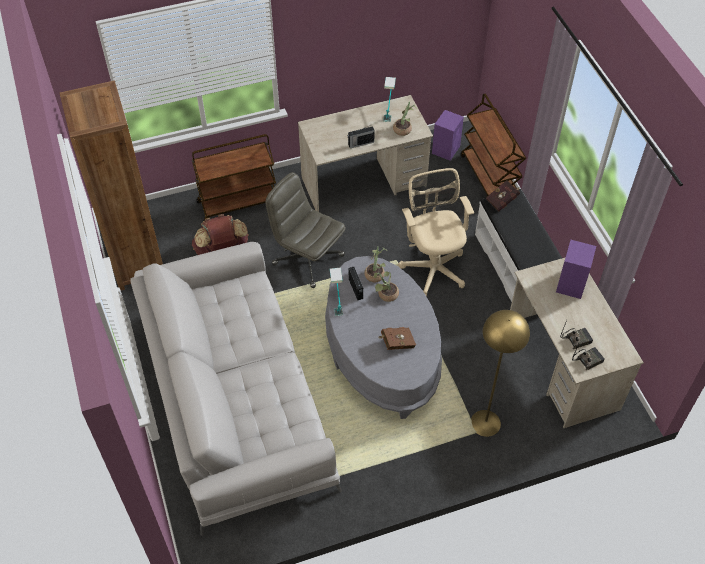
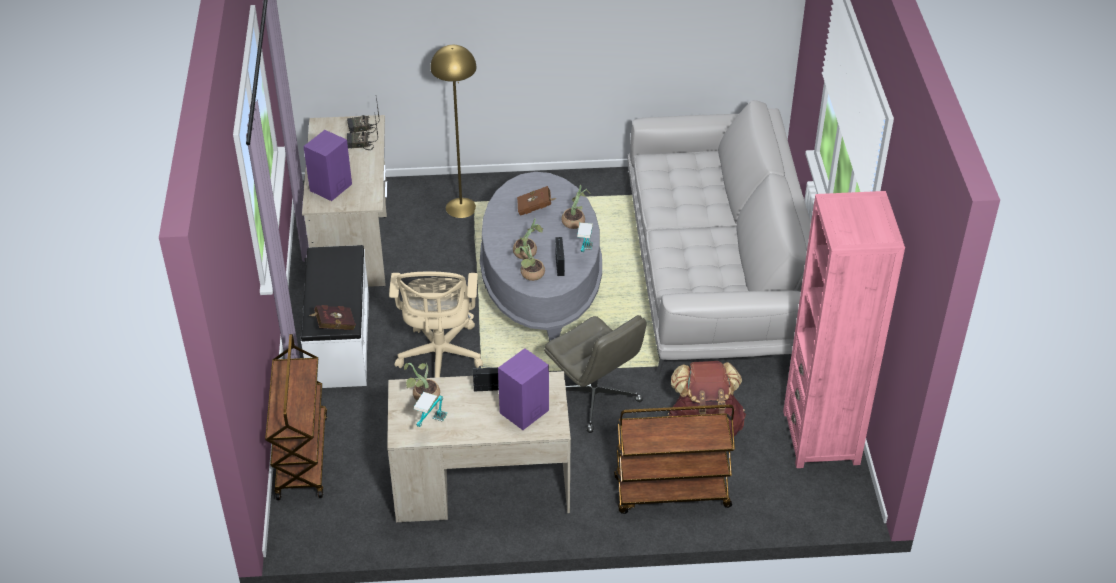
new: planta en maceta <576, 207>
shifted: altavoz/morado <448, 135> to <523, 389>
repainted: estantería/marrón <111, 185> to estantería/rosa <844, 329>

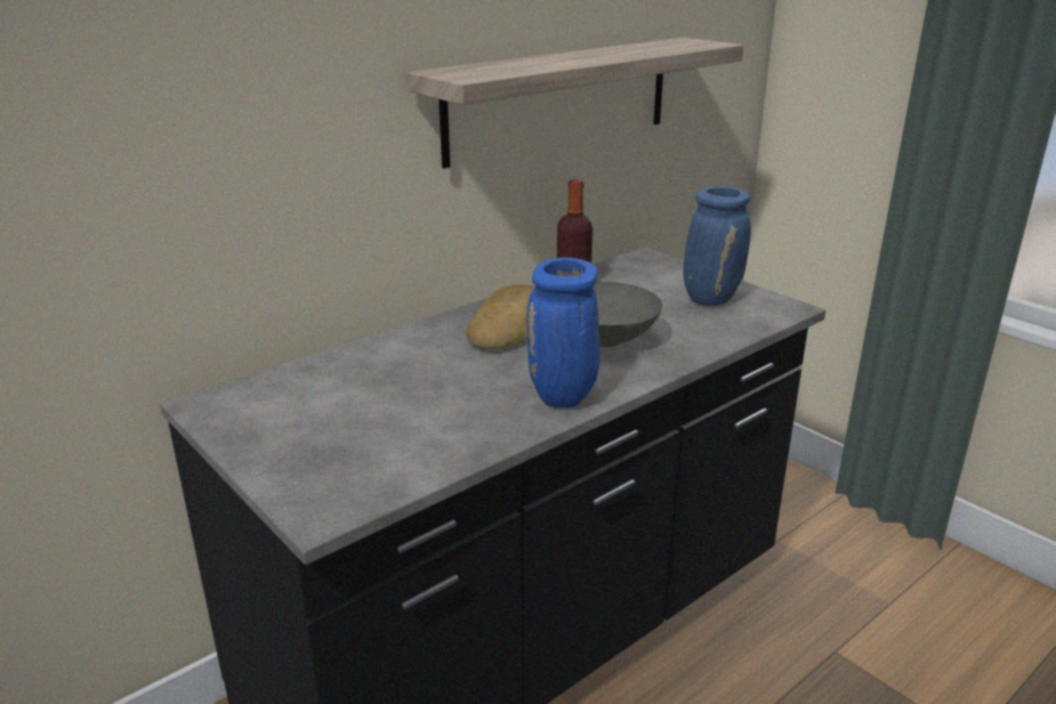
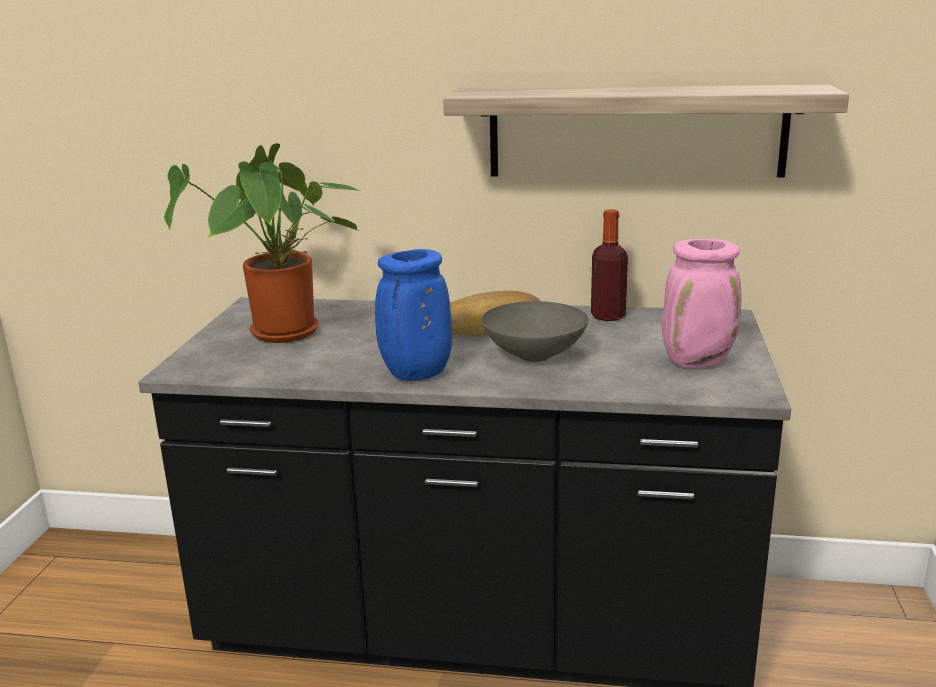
new: planta en maceta <262, 243>
repainted: florero/azul <717, 246> to florero/rosa <701, 303>

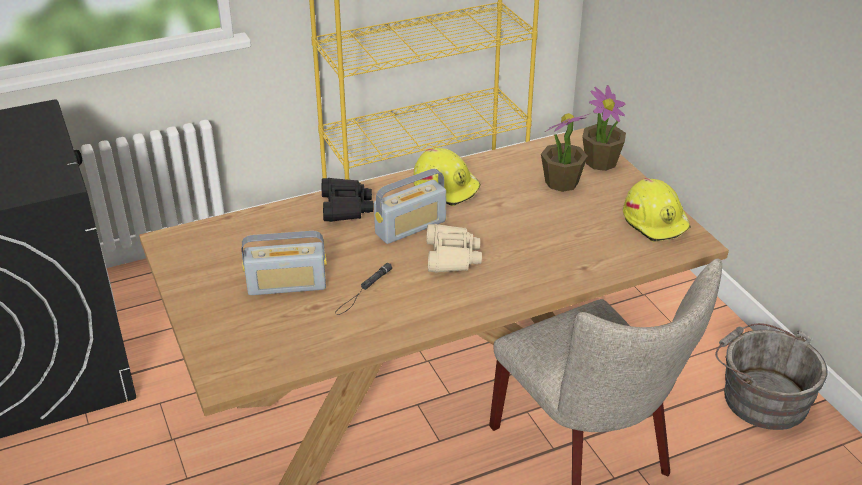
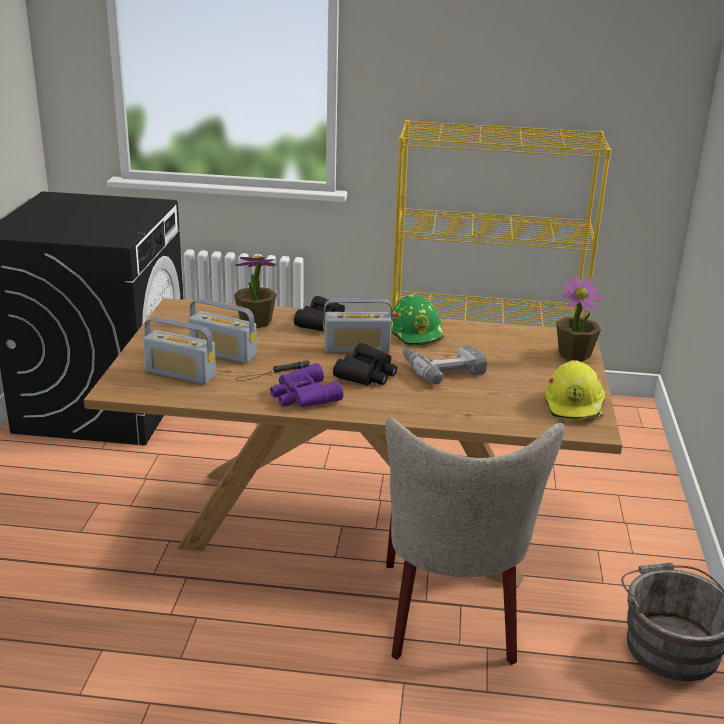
new: radio <179, 350>; taladro <445, 364>; prismáticos/morado <306, 385>
shifted: planta en maceta <565, 152> to <255, 291>
repainted: casco/amarillo <446, 177> to casco/verde <418, 320>; prismáticos/beis <454, 248> to prismáticos/negro <365, 364>

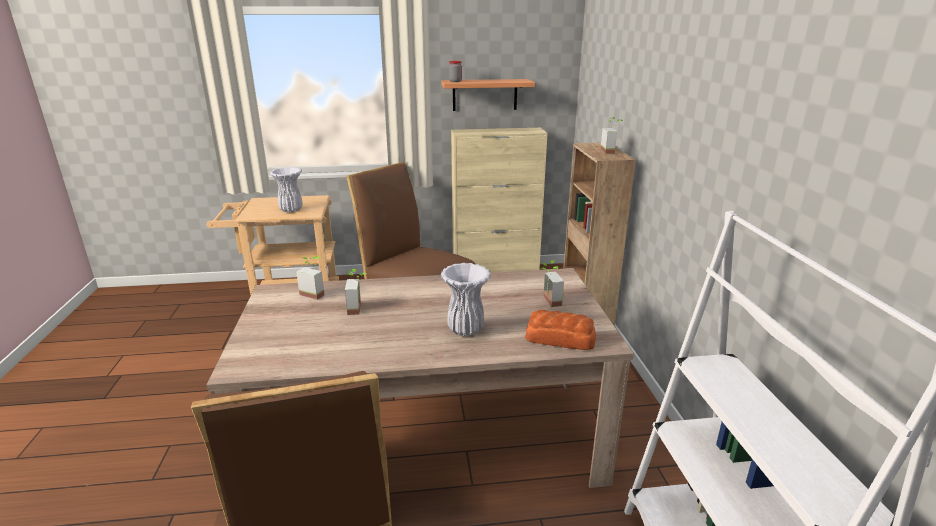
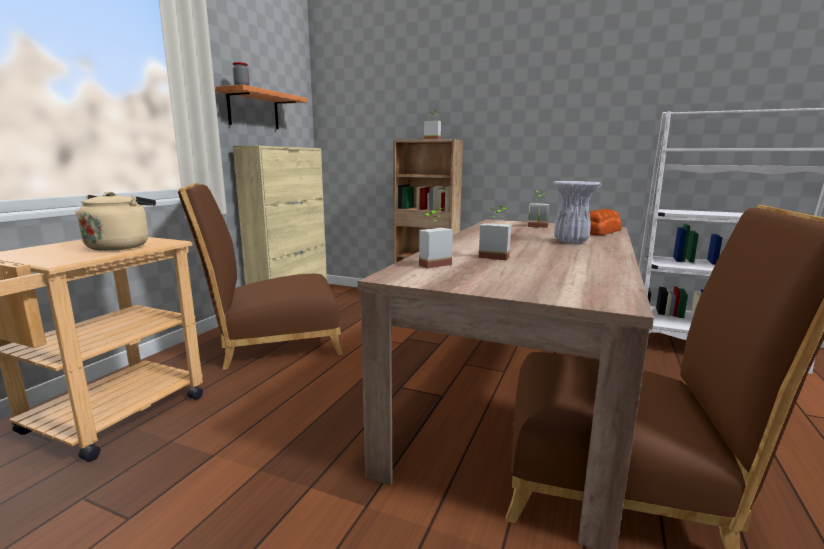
swapped: florero/blanco <286, 189> to hervidor/beis <115, 221>

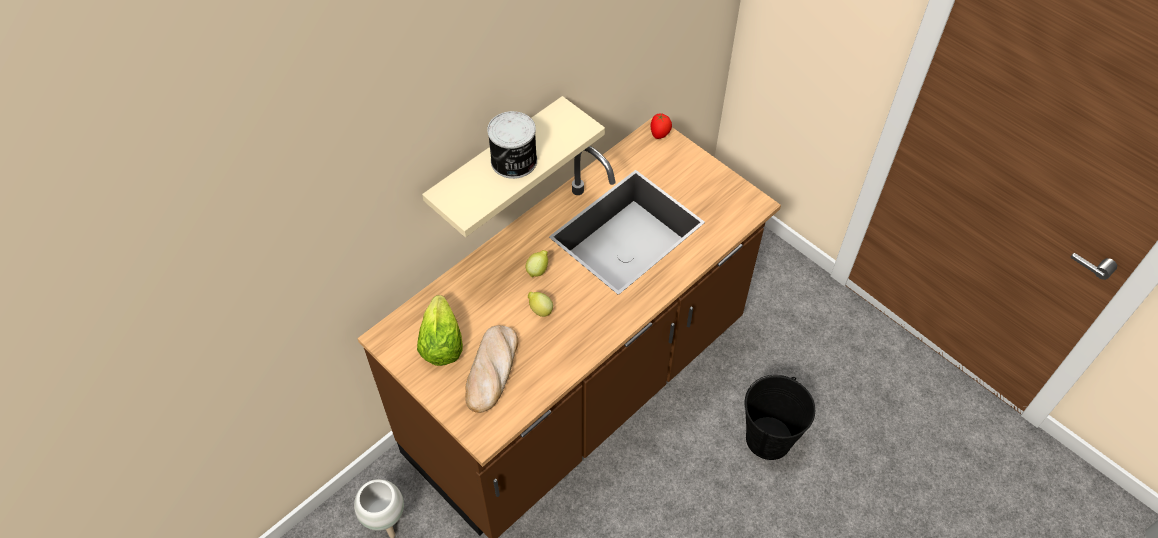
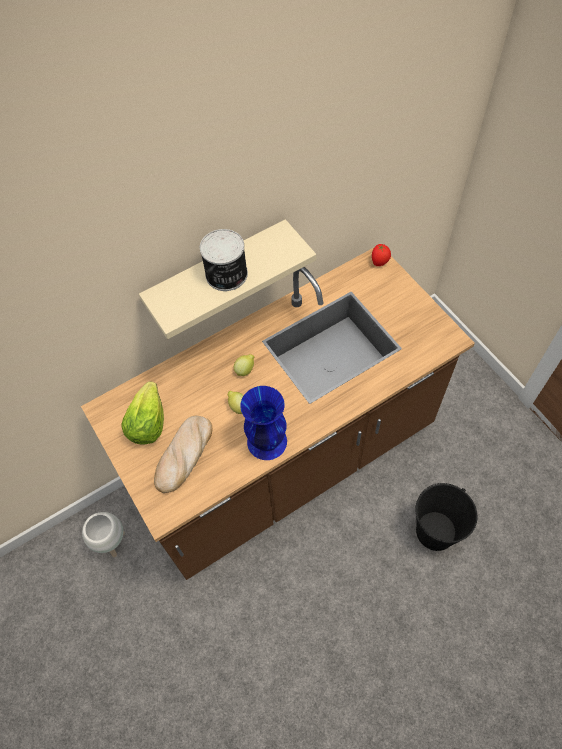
new: florero/azul <263, 423>

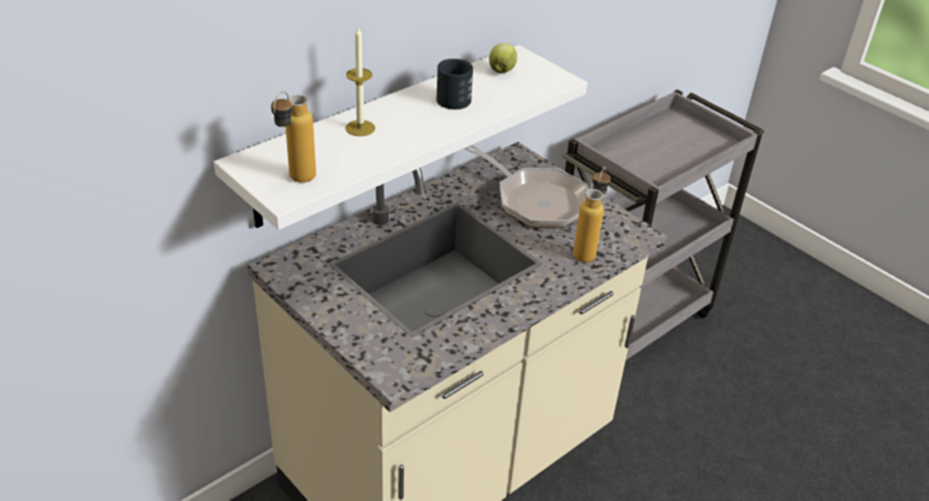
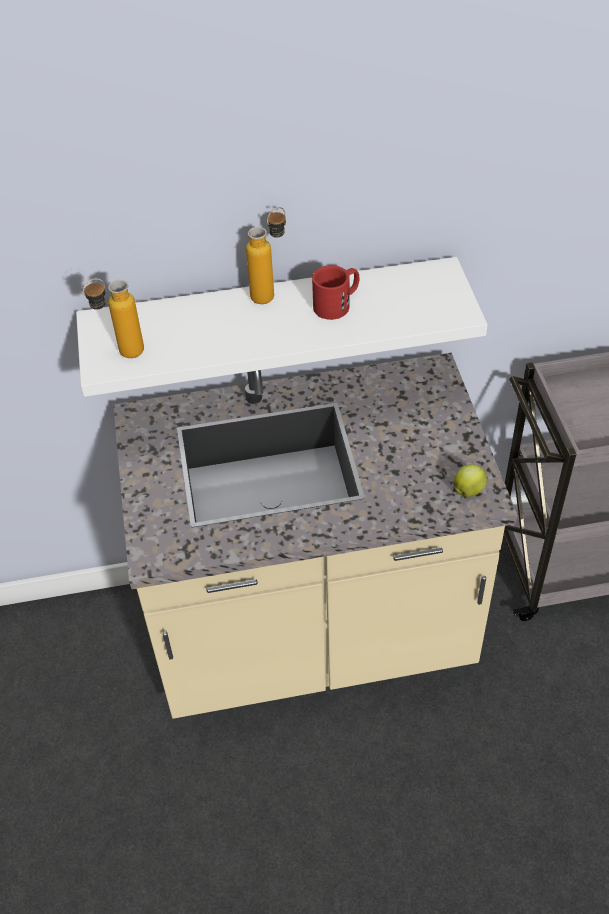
gone: vela <360, 81>; sartén <526, 186>
shifted: manzana <503, 58> to <470, 480>; botella <592, 214> to <266, 255>
repainted: taza grande/negro <455, 84> to taza grande/rojo <335, 292>

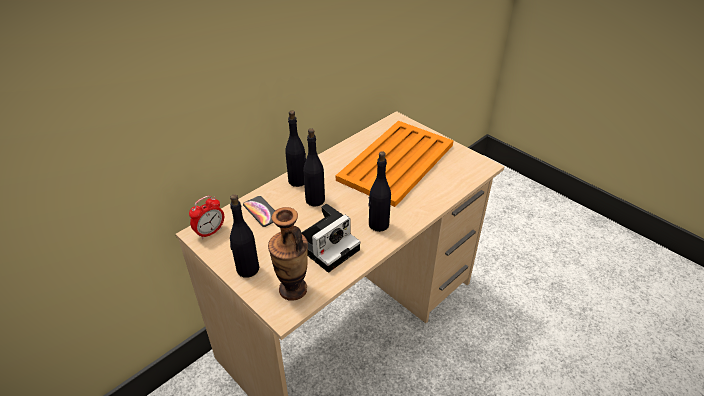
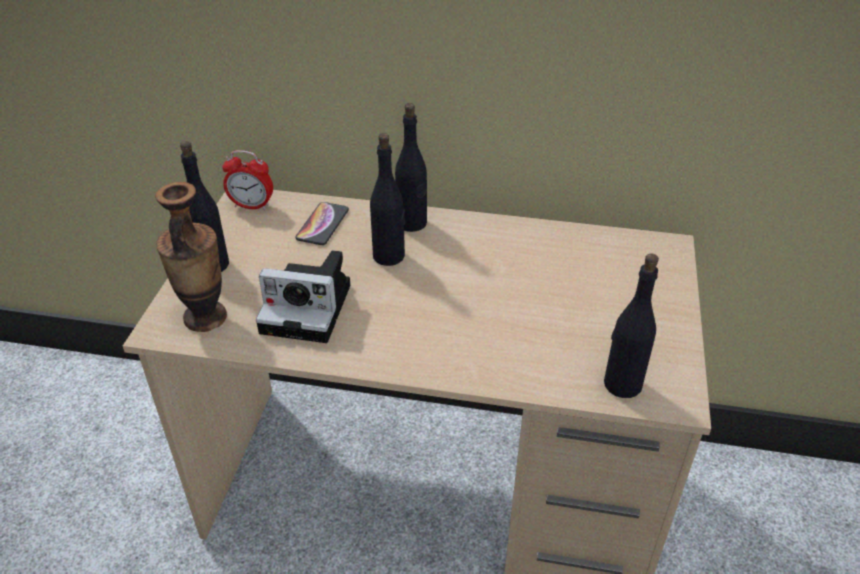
gone: bandeja/naranja <395, 164>
shifted: botella/negro <379, 192> to <631, 325>

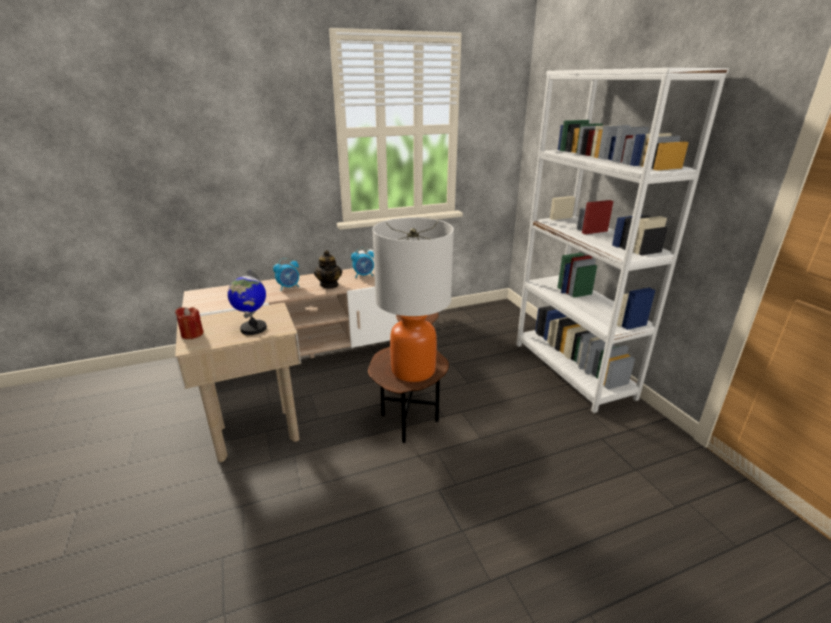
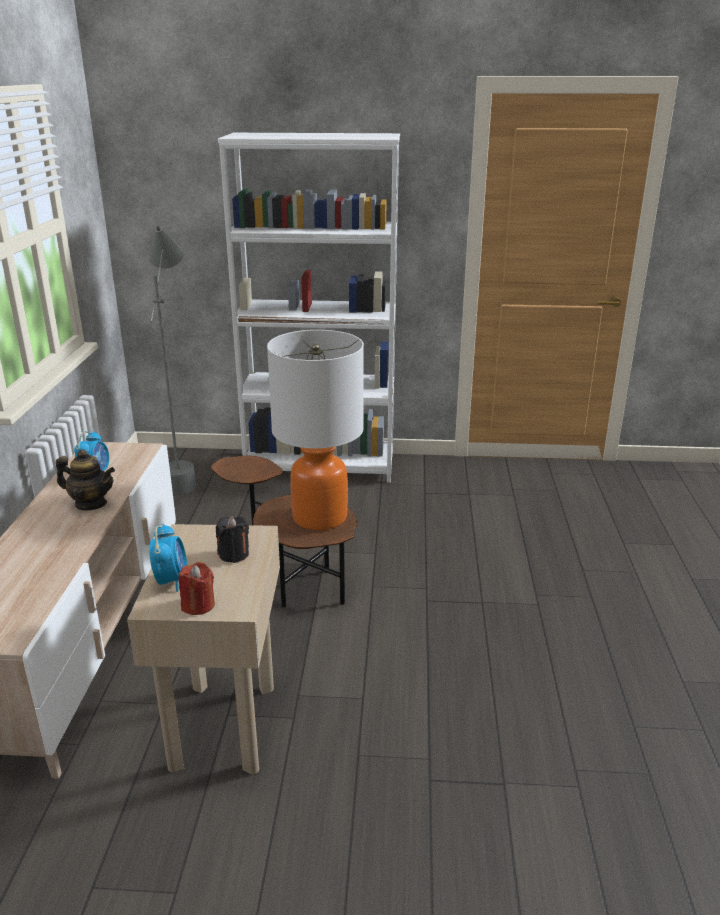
new: lámpara de pie/gris <172, 360>
shifted: despertador <286, 274> to <168, 558>
swapped: globo terráqueo <247, 302> to vela/negro <232, 539>

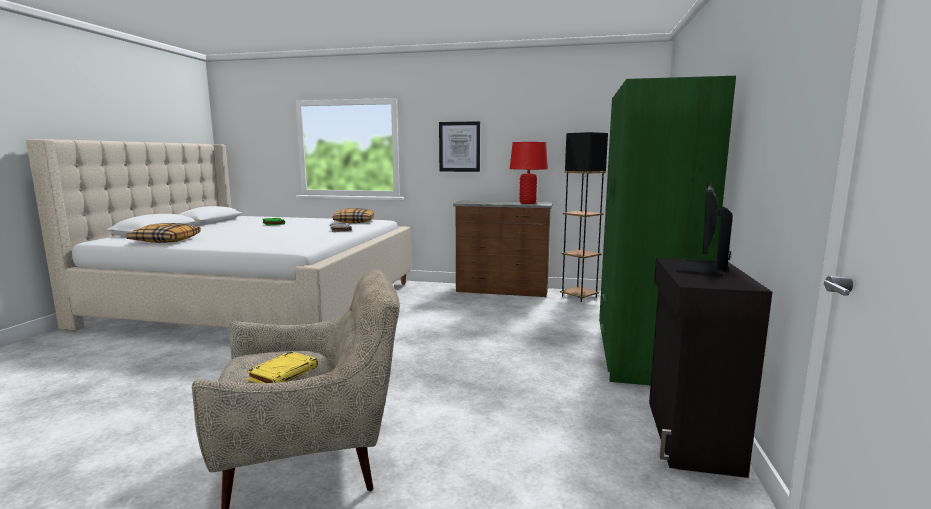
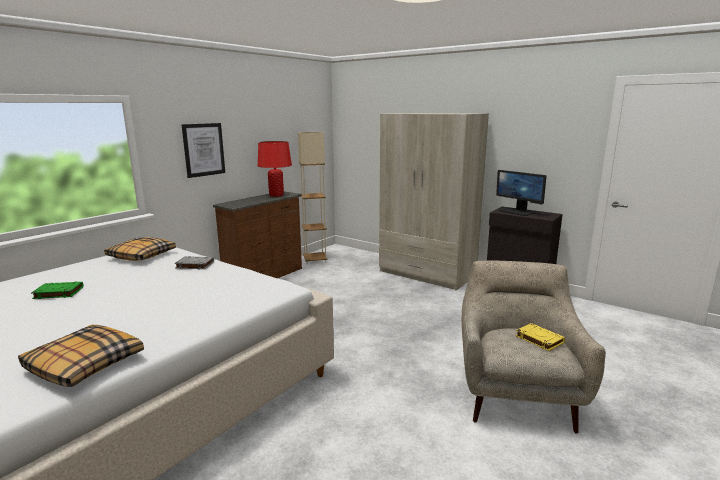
repainted: armario ropero/verde <667, 230> to armario ropero/beis <434, 201>; lámpara de pie/negro <584, 217> to lámpara de pie/beis <313, 198>

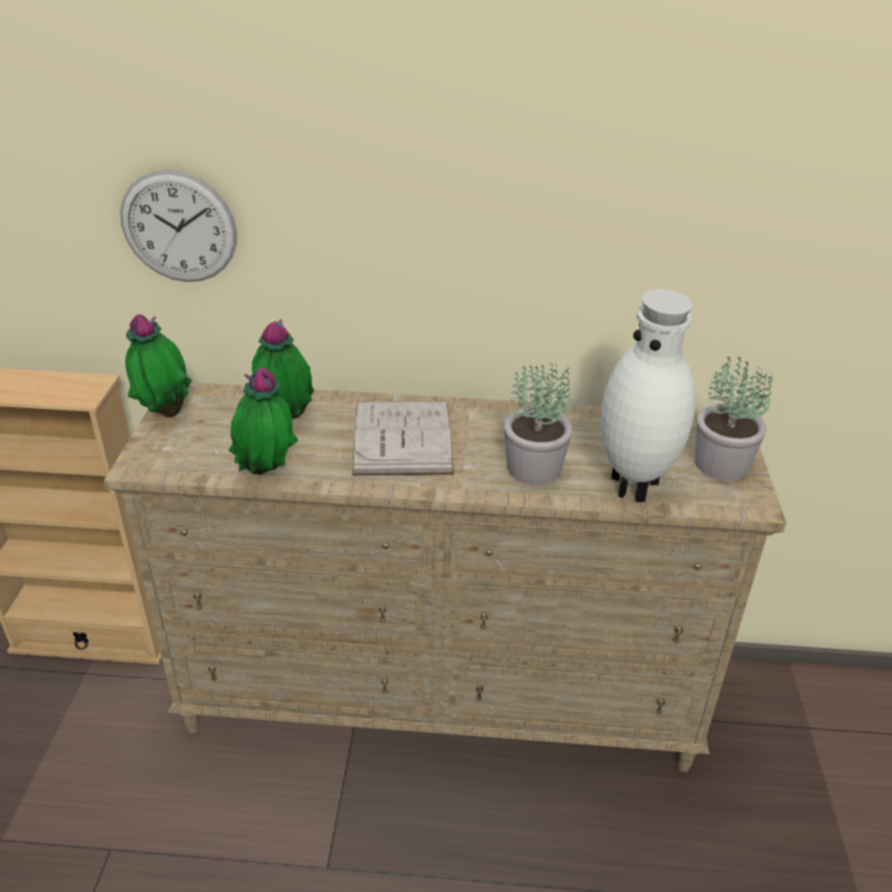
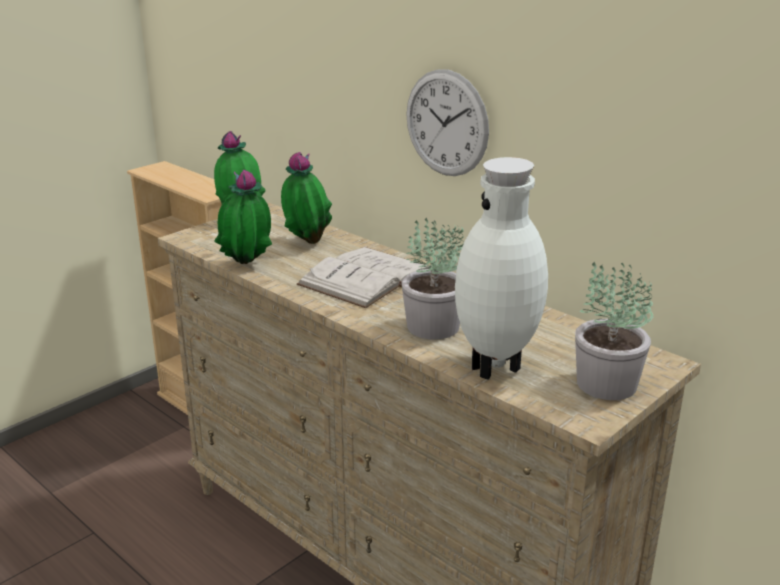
shifted: reloj de pared <178, 226> to <447, 122>

